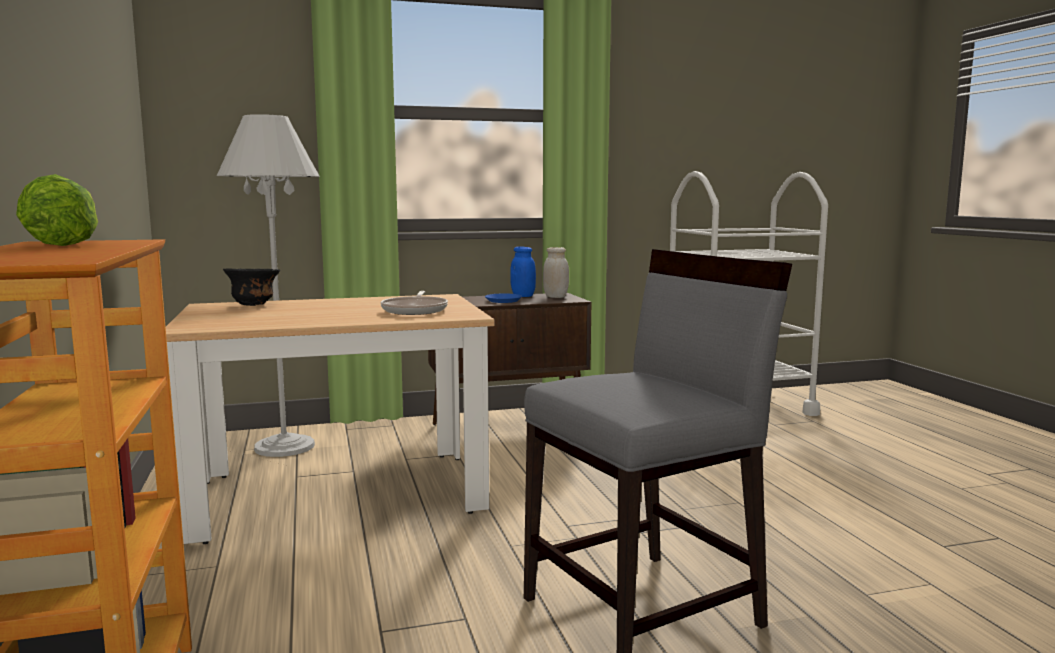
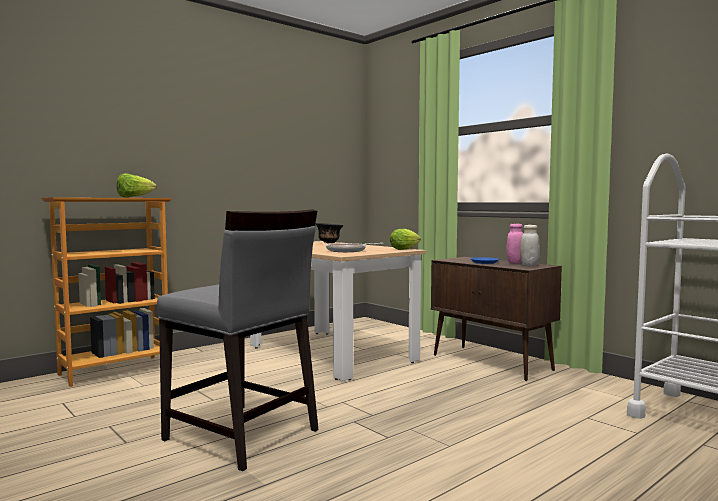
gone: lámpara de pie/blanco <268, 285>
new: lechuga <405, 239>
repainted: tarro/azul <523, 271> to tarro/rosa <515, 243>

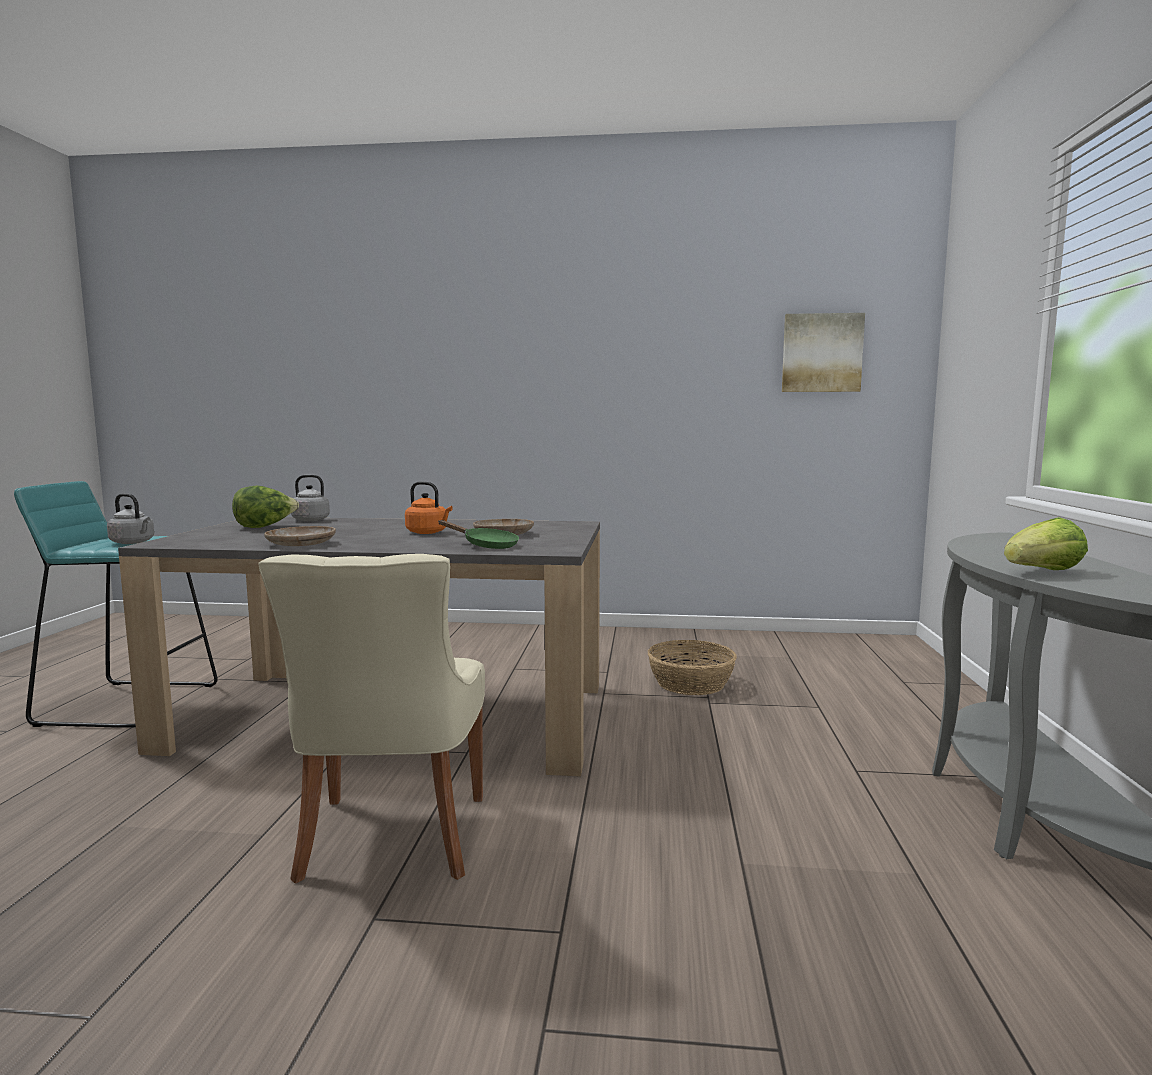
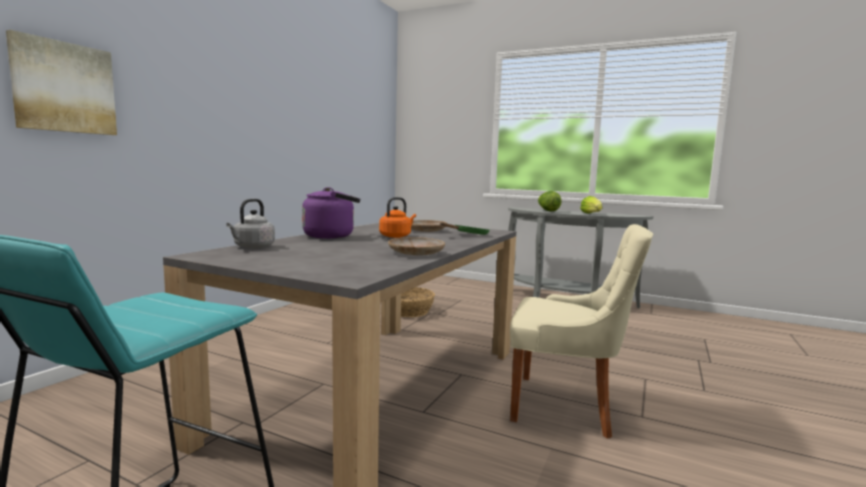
gone: hervidor/gris <130, 518>
new: hervidor/morado <331, 213>
shifted: cuadro <823, 352> to <61, 82>; lechuga <265, 507> to <549, 201>

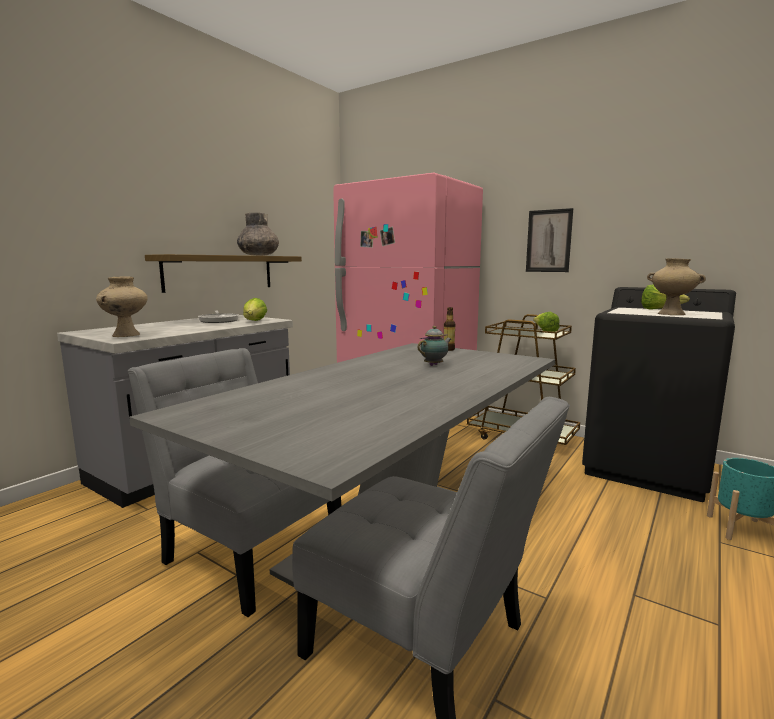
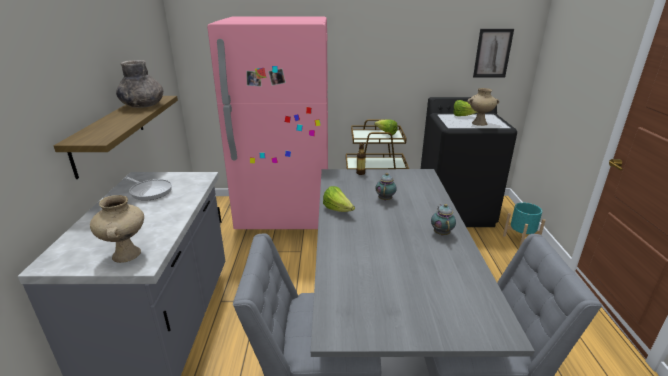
new: tetera <443, 220>
shifted: cuadro <549, 240> to <493, 53>; lechuga <255, 309> to <339, 199>

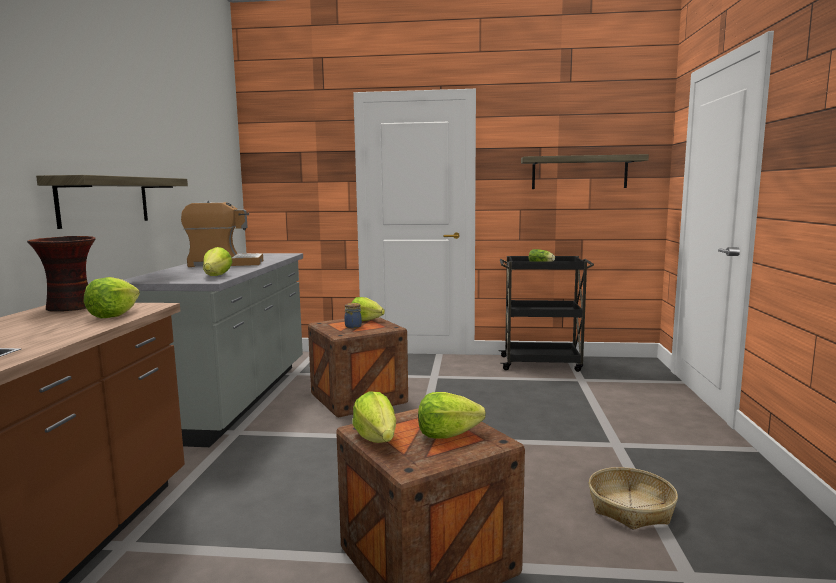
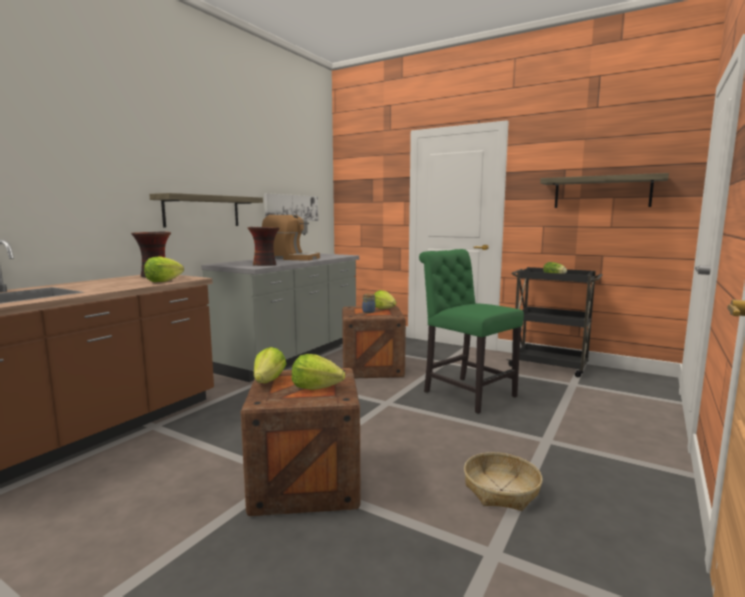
new: cuadro <291, 207>; silla/verde <471, 331>
swapped: lechuga <217, 261> to florero <263, 246>

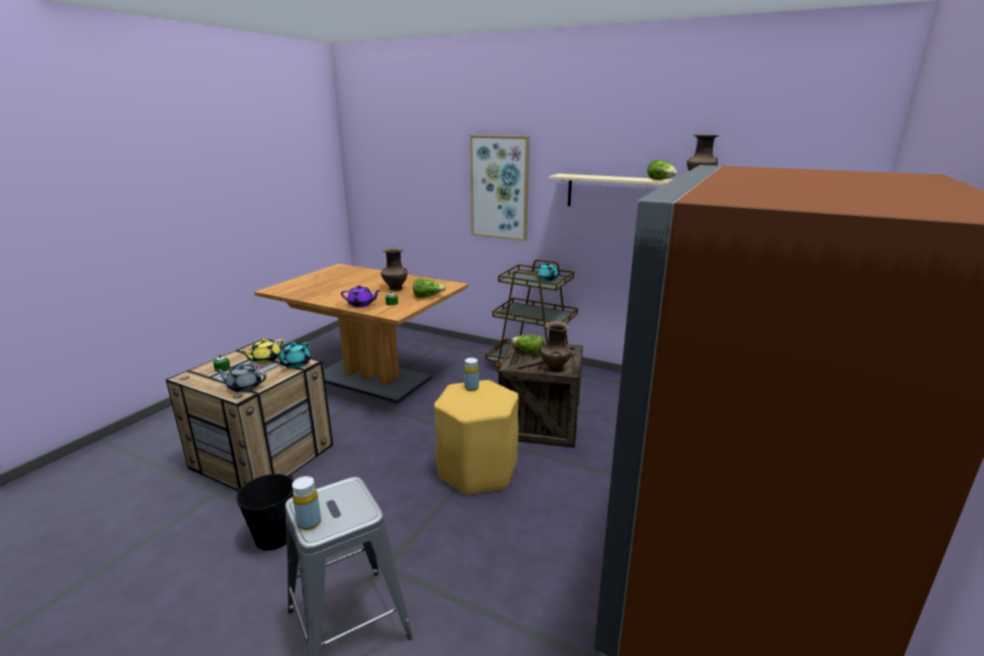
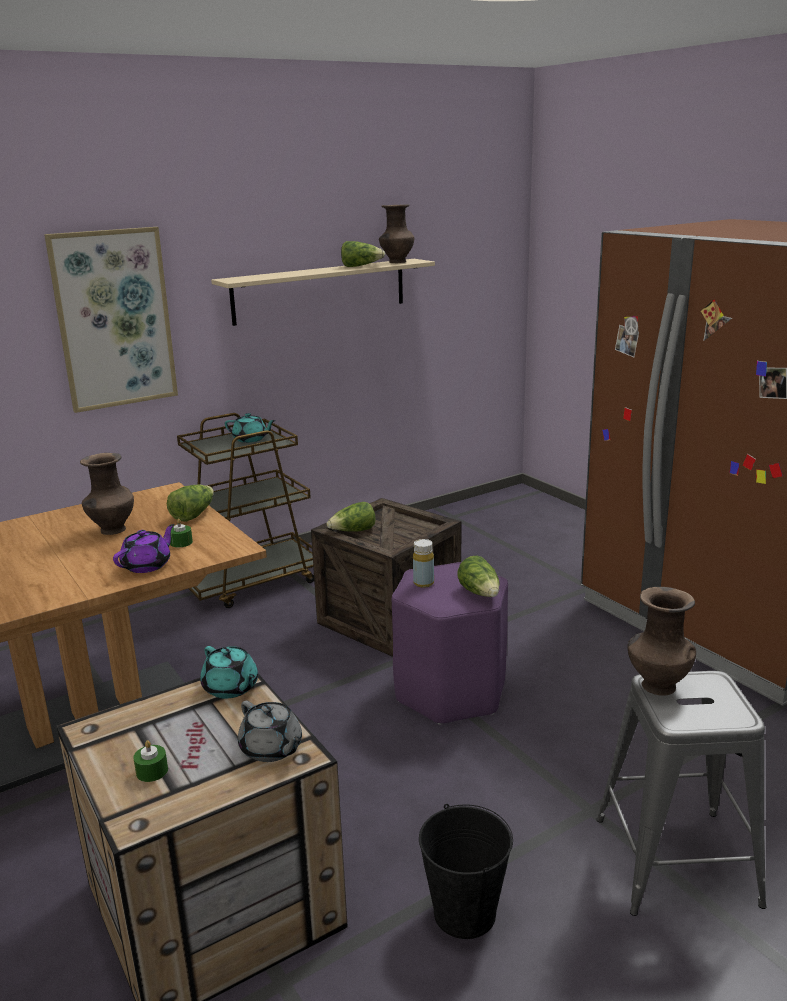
gone: tetera/amarillo <262, 351>; botella/amarillo <306, 503>
new: lechuga <478, 576>
shifted: florero/marrón <555, 346> to <661, 641>
repainted: taburete/amarillo <476, 438> to taburete/morado <450, 643>
rotated: tetera/gris <240, 378> = <270, 731> 75 degrees counterclockwise

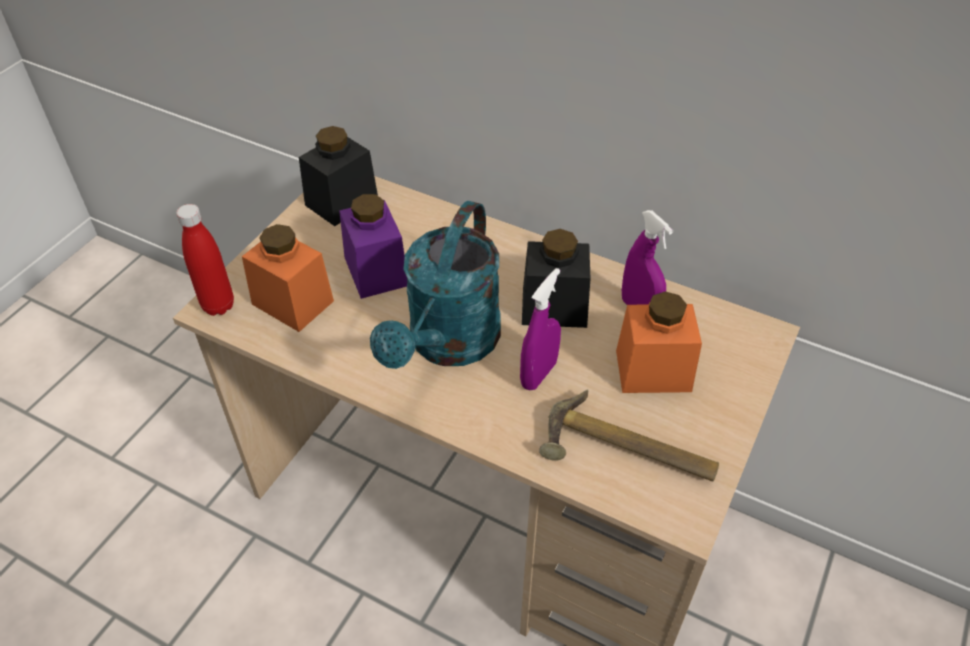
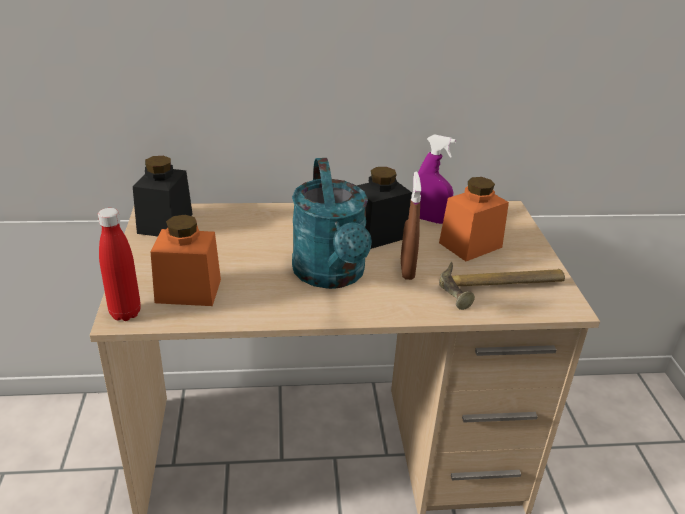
gone: tarro/morado <373, 246>
repainted: pulverizador/morado <540, 329> to pulverizador/marrón <411, 226>

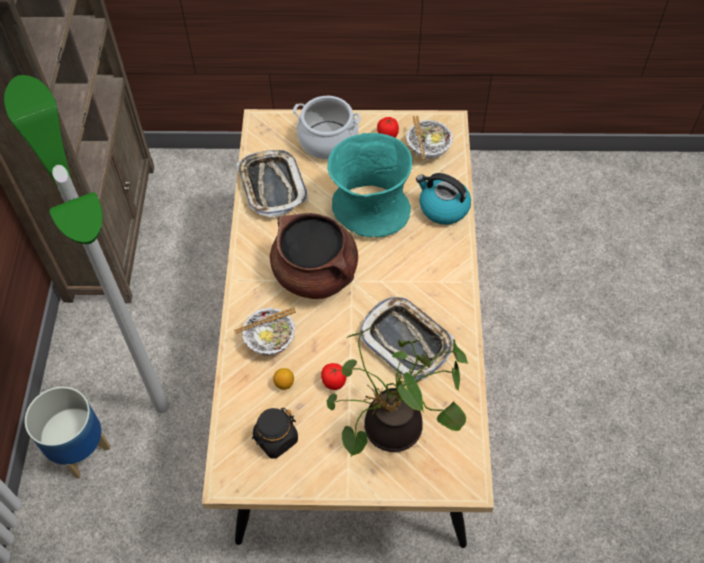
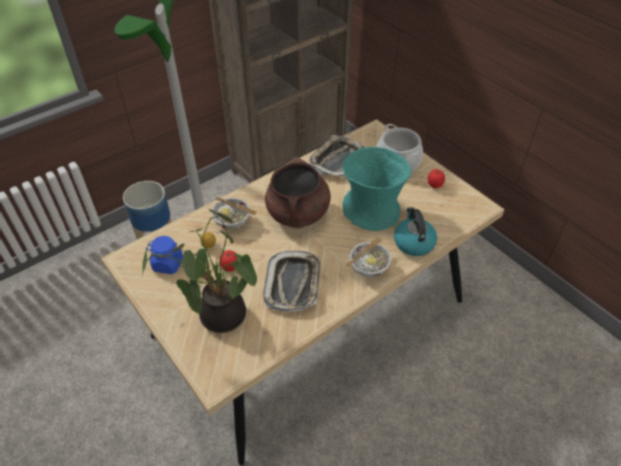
shifted: cuenco <429, 137> to <368, 257>
repainted: tarro/negro <275, 433> to tarro/azul <164, 255>

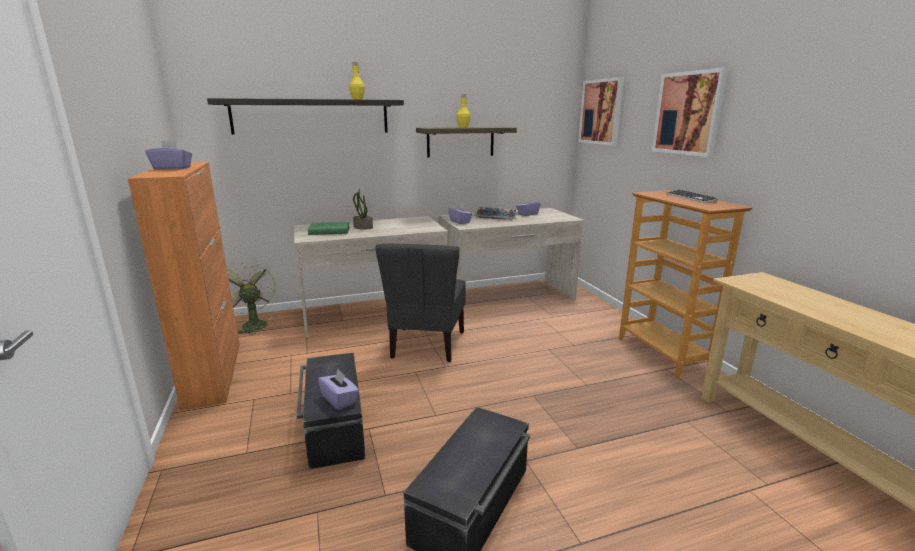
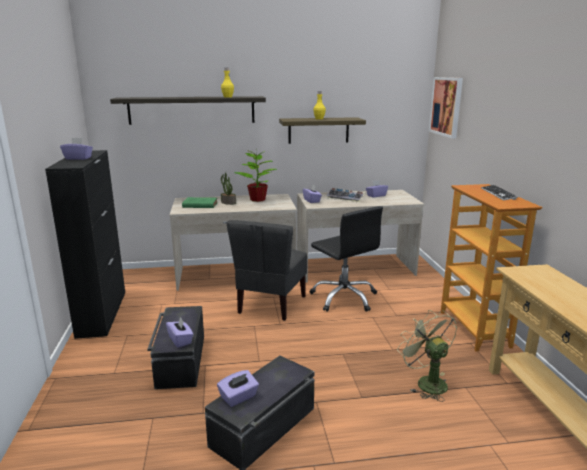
gone: cuadro <690, 112>
new: planta en maceta <256, 174>; silla de oficina/negro <346, 259>; caja de pañuelos/morado <238, 388>
shifted: ventilador/verde <251, 299> to <427, 356>
repainted: armario/naranja <184, 286> to armario/negro <85, 244>

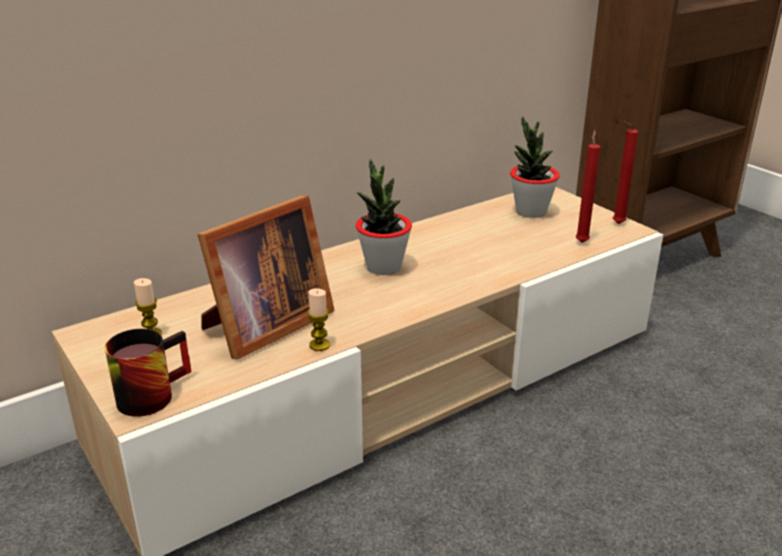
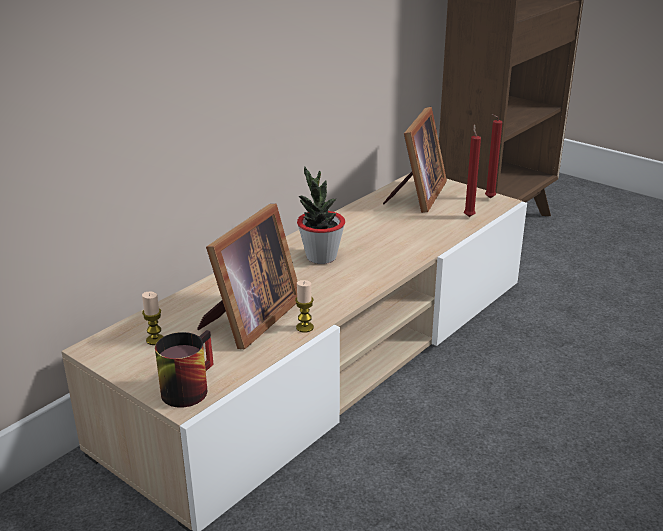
swapped: planta en maceta <535, 167> to portarretratos <415, 160>

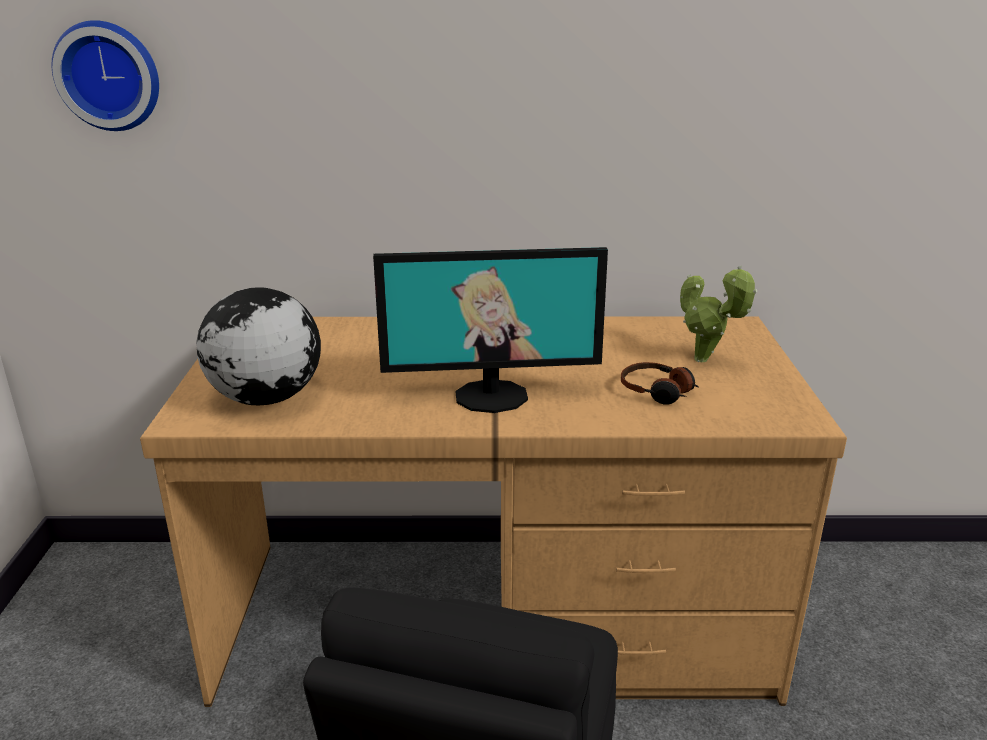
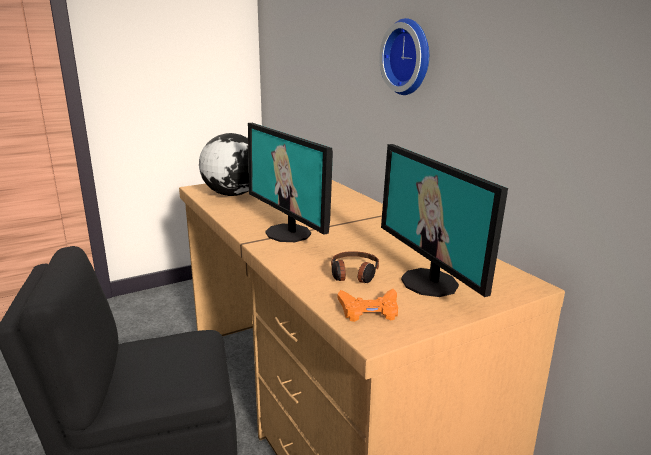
new: mando de consola/naranja <368, 305>
shifted: reloj de pared <105, 75> to <404, 56>
swapped: planta en maceta <718, 314> to monitor <444, 220>

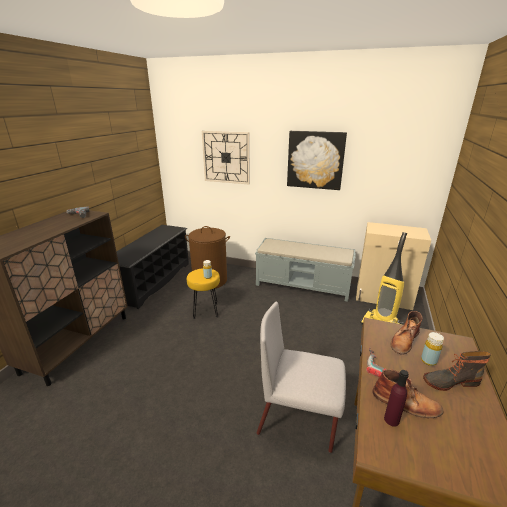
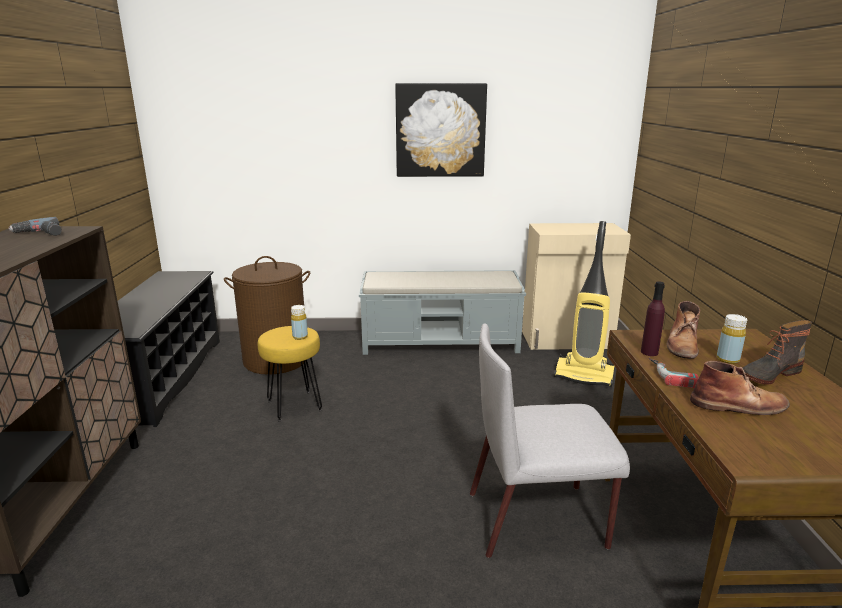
gone: reloj de pared <226, 157>
shifted: botella/morado <396, 398> to <653, 318>

